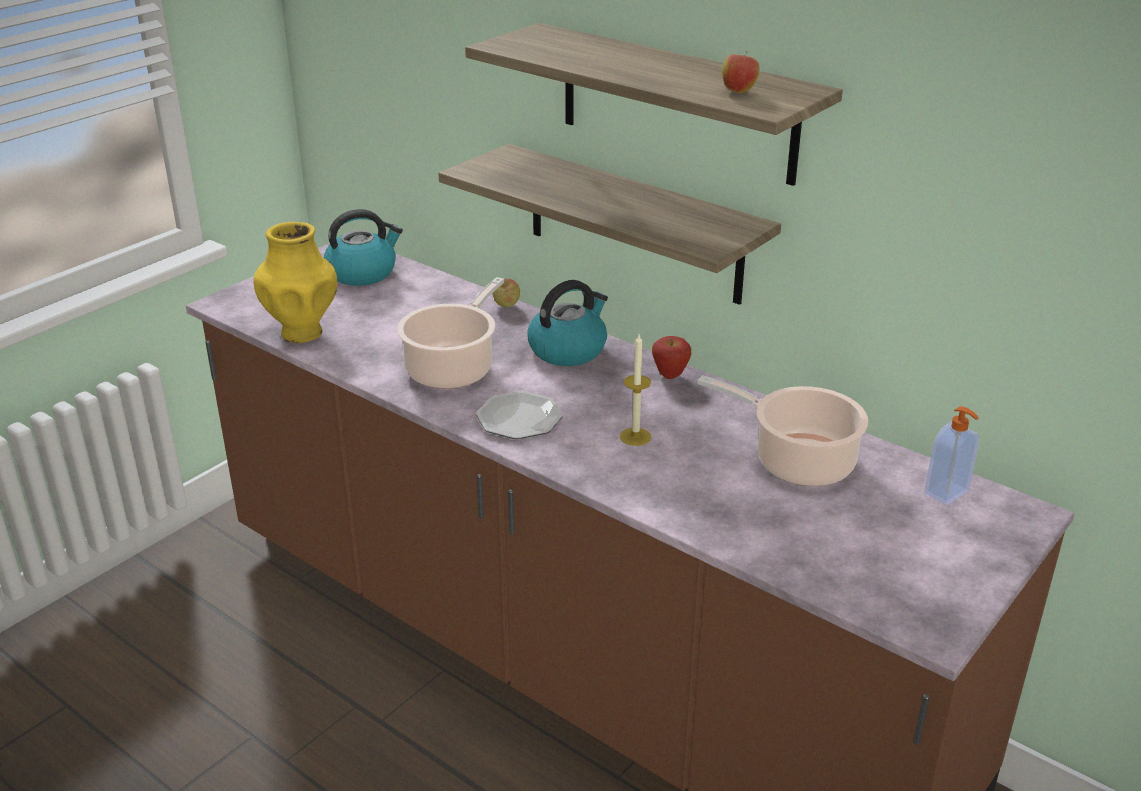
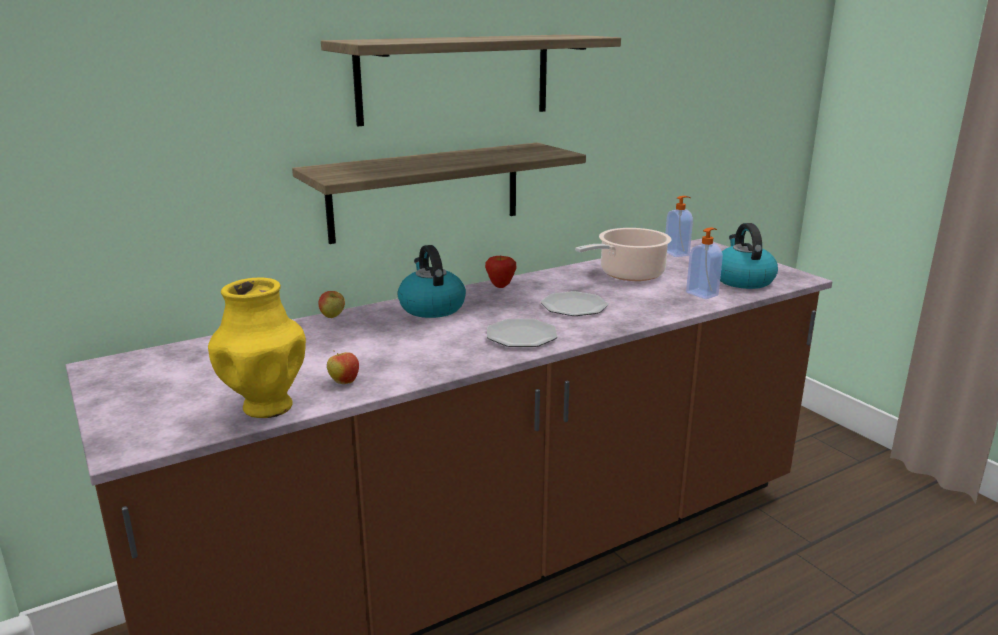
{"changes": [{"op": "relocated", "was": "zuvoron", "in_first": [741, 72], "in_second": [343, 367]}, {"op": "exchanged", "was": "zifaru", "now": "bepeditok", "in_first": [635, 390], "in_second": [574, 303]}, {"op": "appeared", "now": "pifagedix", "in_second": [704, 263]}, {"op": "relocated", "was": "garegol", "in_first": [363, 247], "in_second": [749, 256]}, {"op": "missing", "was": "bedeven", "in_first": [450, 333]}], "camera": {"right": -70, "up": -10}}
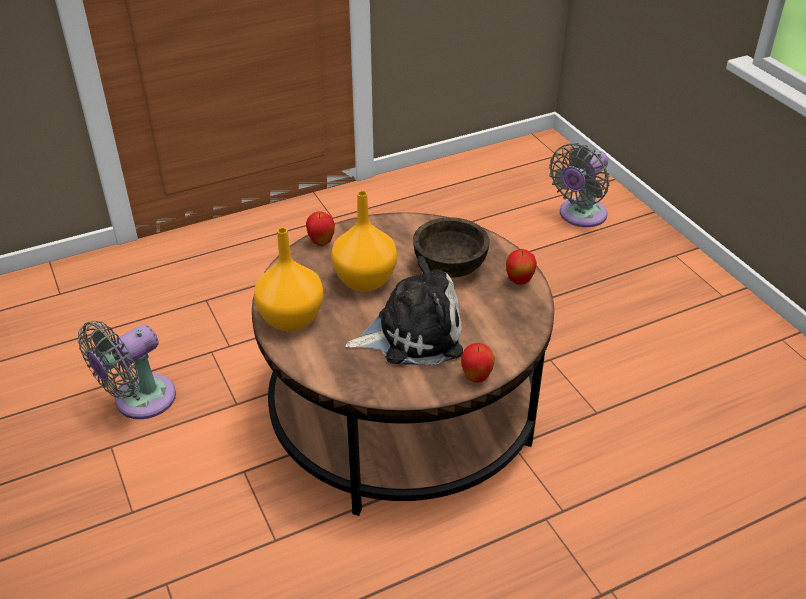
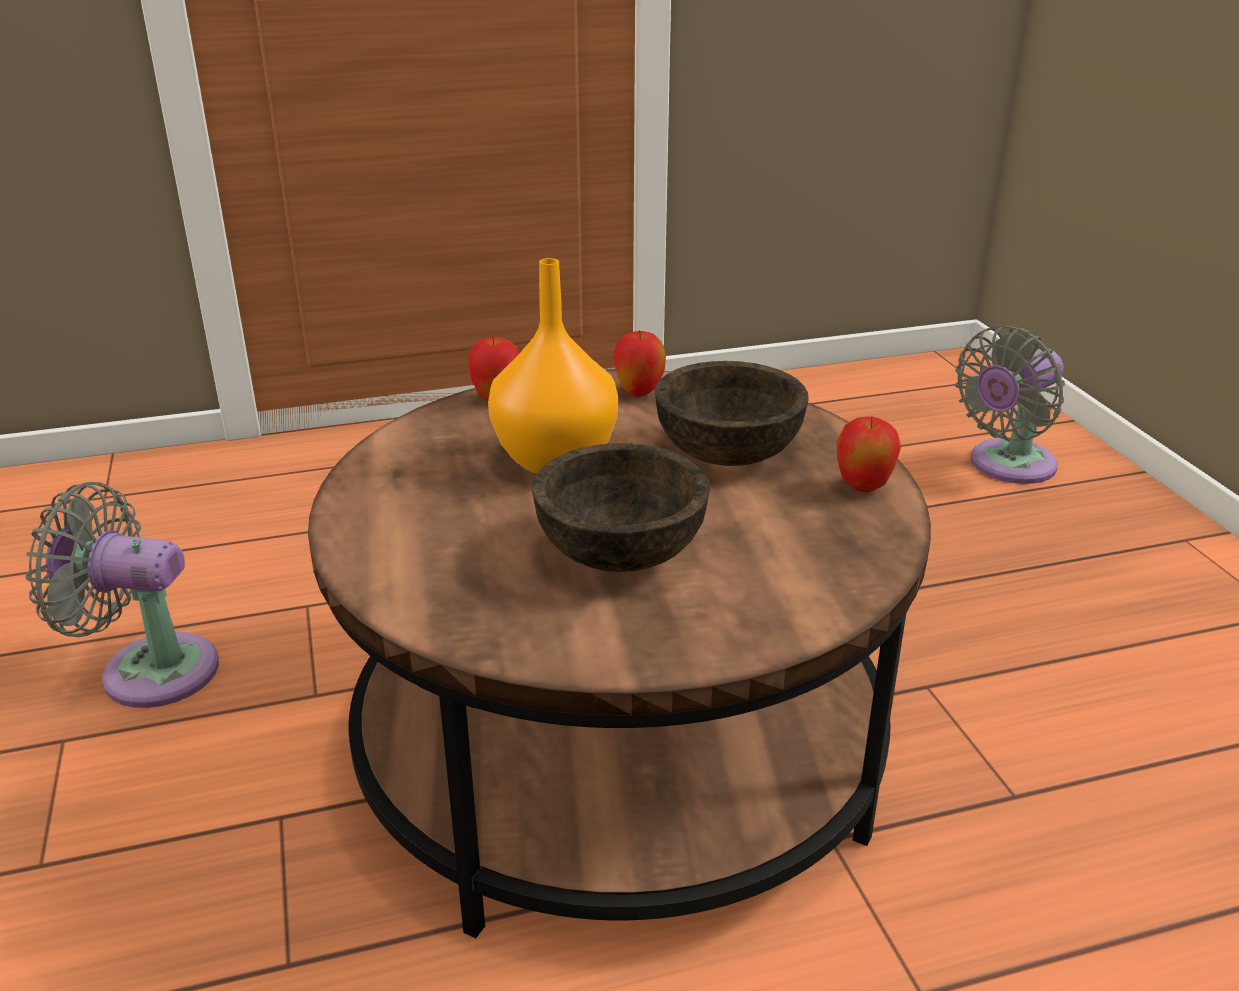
{"changes": [{"op": "spun", "was": "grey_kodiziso", "in_first": [127, 370], "in_second": [122, 595], "clockwise": 45}, {"op": "exchanged", "was": "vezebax", "now": "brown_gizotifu", "in_first": [404, 311], "in_second": [621, 507]}, {"op": "relocated", "was": "zuvoron", "in_first": [478, 363], "in_second": [640, 363]}, {"op": "missing", "was": "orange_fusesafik", "in_first": [289, 279]}], "camera": {"right": 10, "up": -10}}
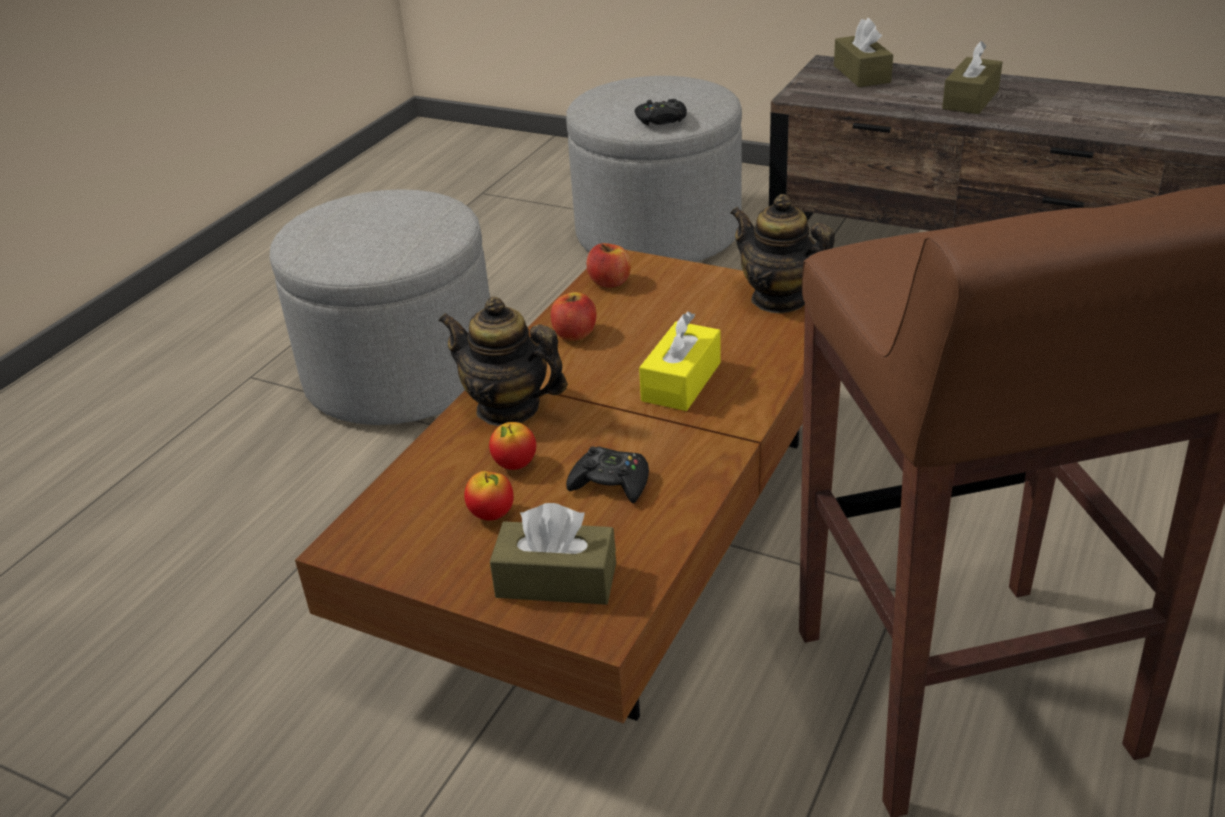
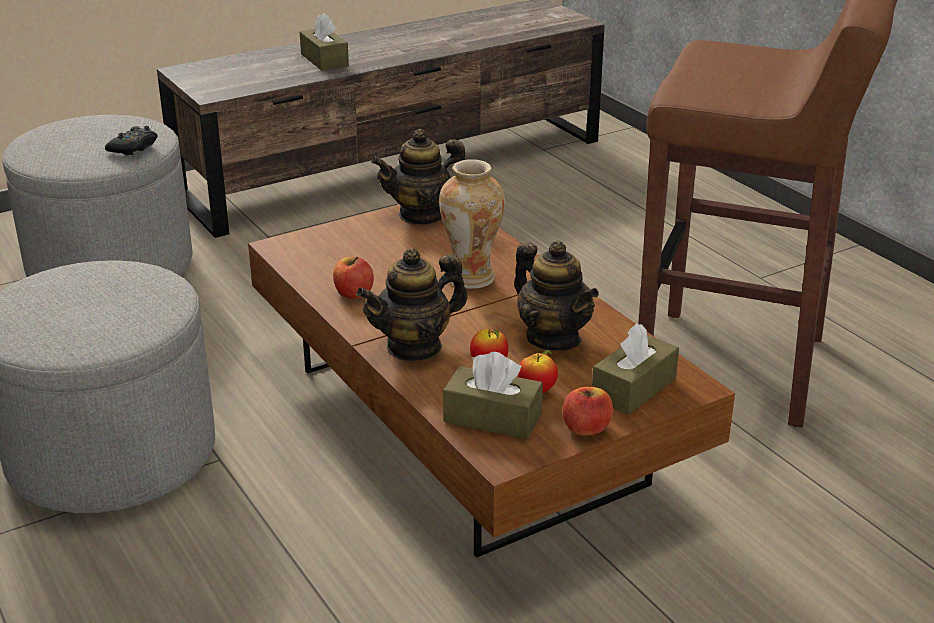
{"changes": [{"op": "exchanged", "was": "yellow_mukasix", "now": "fusesafik", "in_first": [680, 361], "in_second": [472, 224]}, {"op": "relocated", "was": "brown_mukasix", "in_first": [863, 52], "in_second": [493, 395]}, {"op": "exchanged", "was": "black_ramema", "now": "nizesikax", "in_first": [607, 474], "in_second": [556, 296]}, {"op": "relocated", "was": "zuvoron", "in_first": [609, 265], "in_second": [587, 411]}], "camera": {"right": -60, "up": -5}}
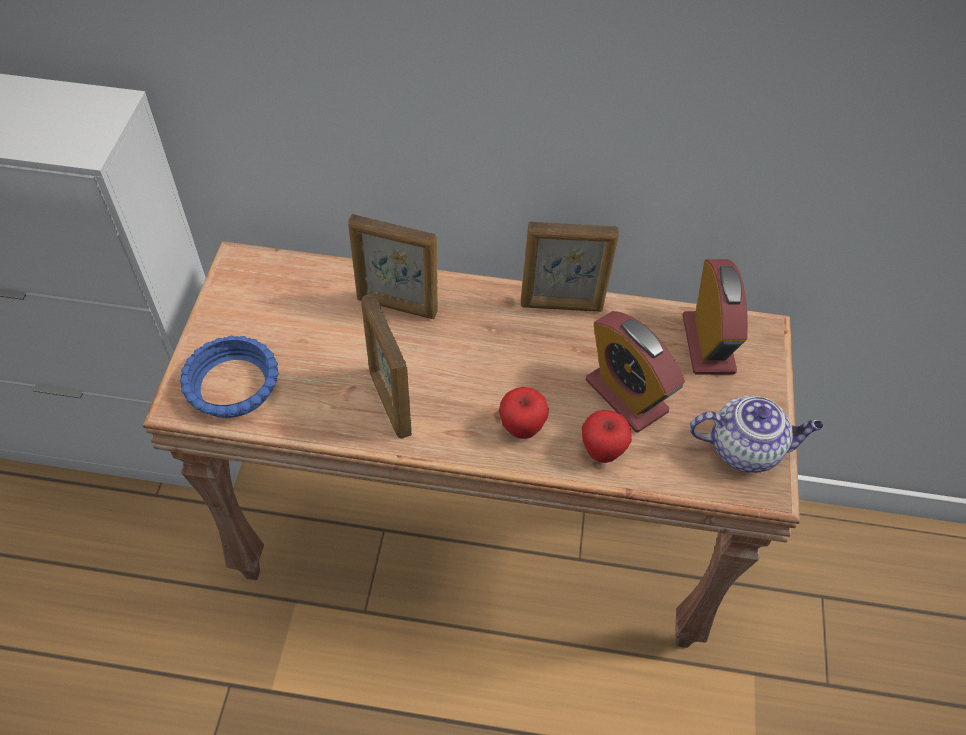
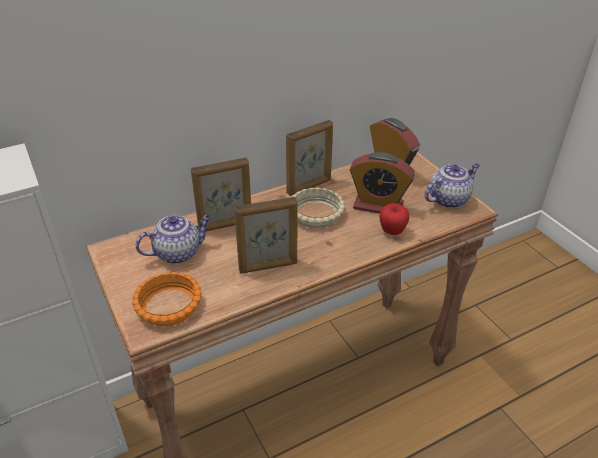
{"changes": [{"op": "colour", "was": "blue_gizotifu", "now": "orange_gizotifu", "in_first": [229, 377], "in_second": [167, 299]}, {"op": "appeared", "now": "nizesikax", "in_second": [173, 239]}, {"op": "spun", "was": "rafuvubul", "in_first": [386, 366], "in_second": [265, 235], "clockwise": -45}, {"op": "appeared", "now": "beige_gizotifu", "in_second": [318, 208]}, {"op": "missing", "was": "zuvoron", "in_first": [524, 413]}], "camera": {"right": -35, "up": -15}}
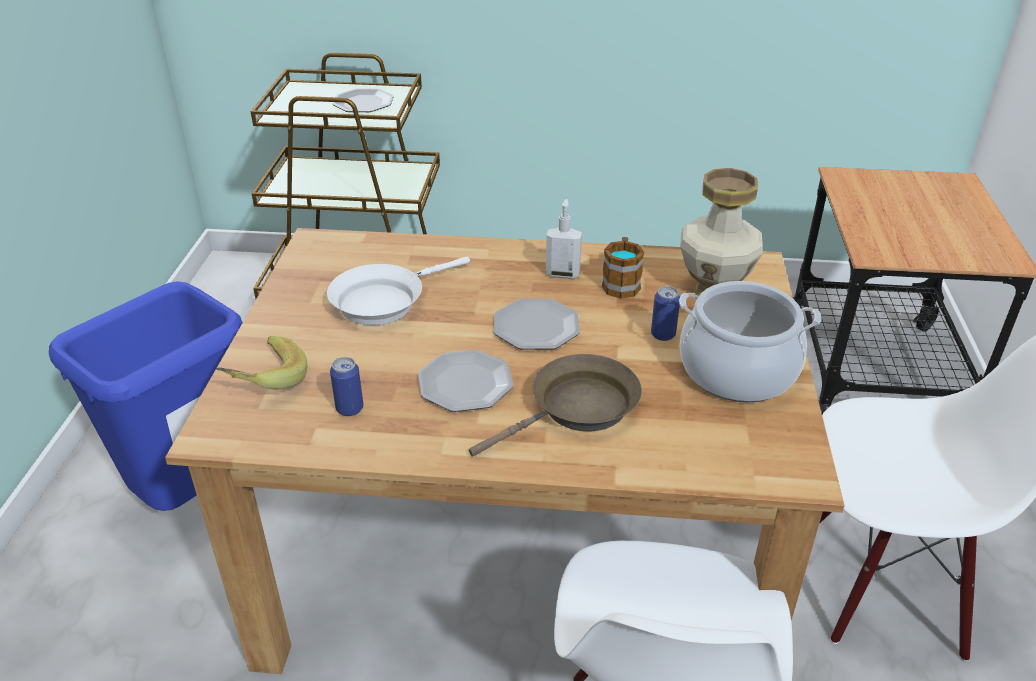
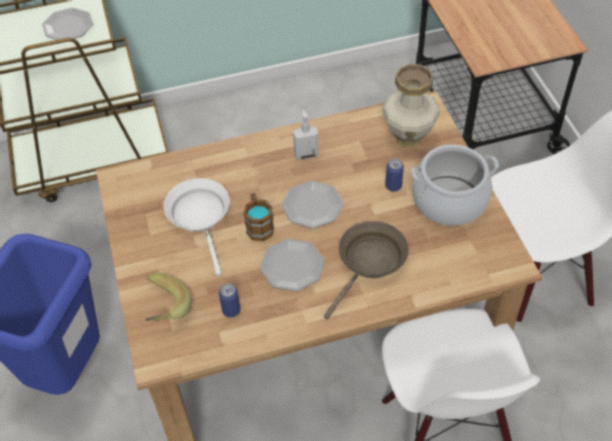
{"changes": [{"op": "spun", "was": "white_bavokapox", "in_first": [398, 291], "in_second": [197, 227], "clockwise": 135}, {"op": "relocated", "was": "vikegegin", "in_first": [623, 268], "in_second": [258, 217]}], "camera": {"right": -20, "up": 15}}
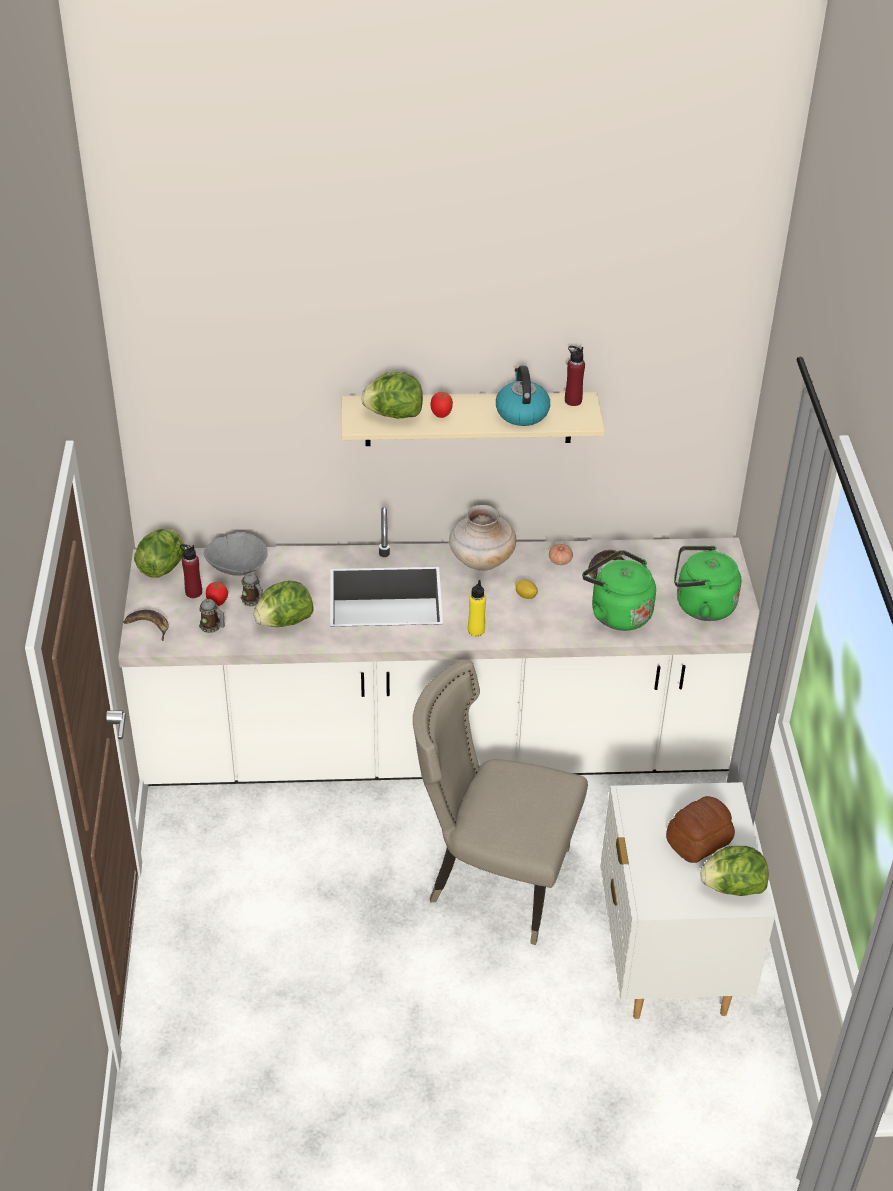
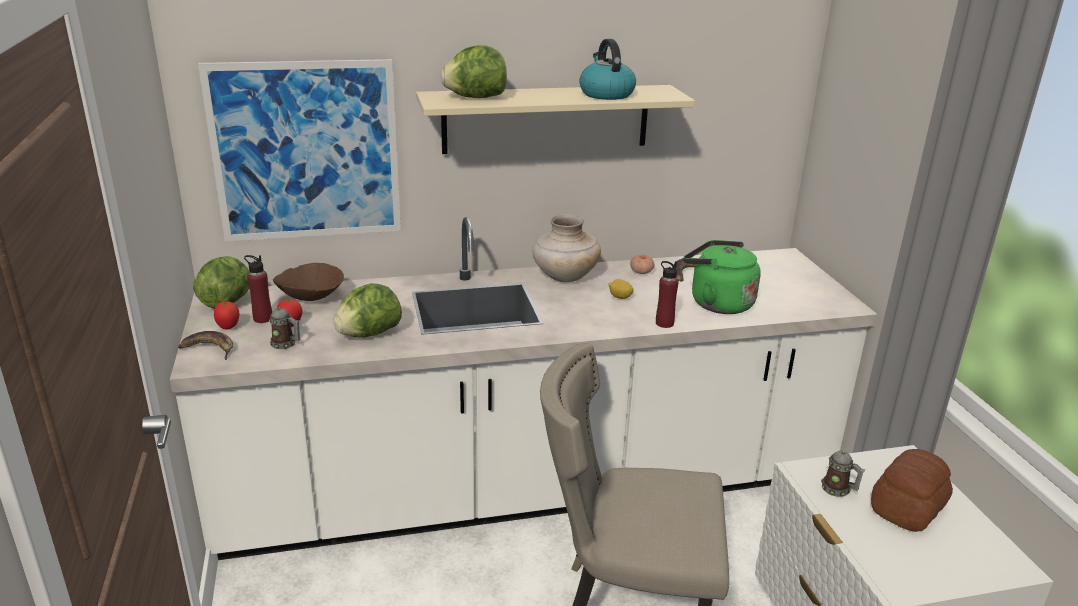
{"changes": [{"op": "appeared", "now": "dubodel", "in_second": [299, 150]}, {"op": "relocated", "was": "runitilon", "in_first": [441, 405], "in_second": [227, 315]}, {"op": "colour", "was": "grey_gizotifu", "now": "brown_gizotifu", "in_first": [236, 554], "in_second": [308, 282]}, {"op": "relocated", "was": "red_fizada", "in_first": [575, 376], "in_second": [667, 294]}, {"op": "relocated", "was": "vikegegin", "in_first": [252, 590], "in_second": [843, 474]}, {"op": "missing", "was": "yellow_fizada", "in_first": [477, 608]}, {"op": "missing", "was": "green_garegol", "in_first": [708, 583]}, {"op": "missing", "was": "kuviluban", "in_first": [734, 871]}], "camera": {"right": -10, "up": -15}}
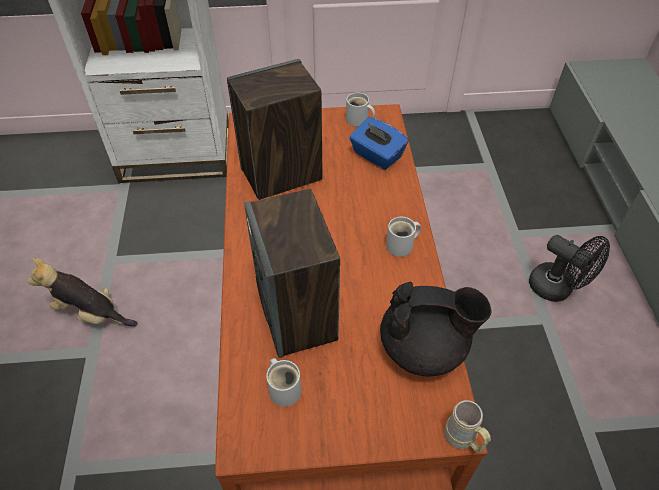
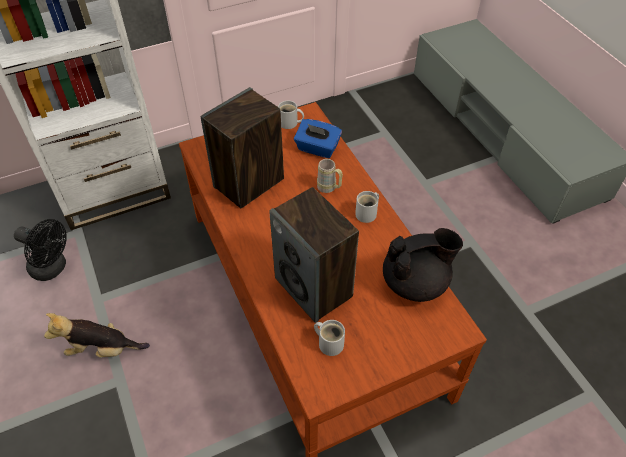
{"changes": [{"op": "relocated", "was": "black_kodiziso", "in_first": [569, 268], "in_second": [40, 250]}, {"op": "relocated", "was": "beige_vikegegin", "in_first": [467, 426], "in_second": [330, 176]}], "camera": {"right": -20, "up": 0}}
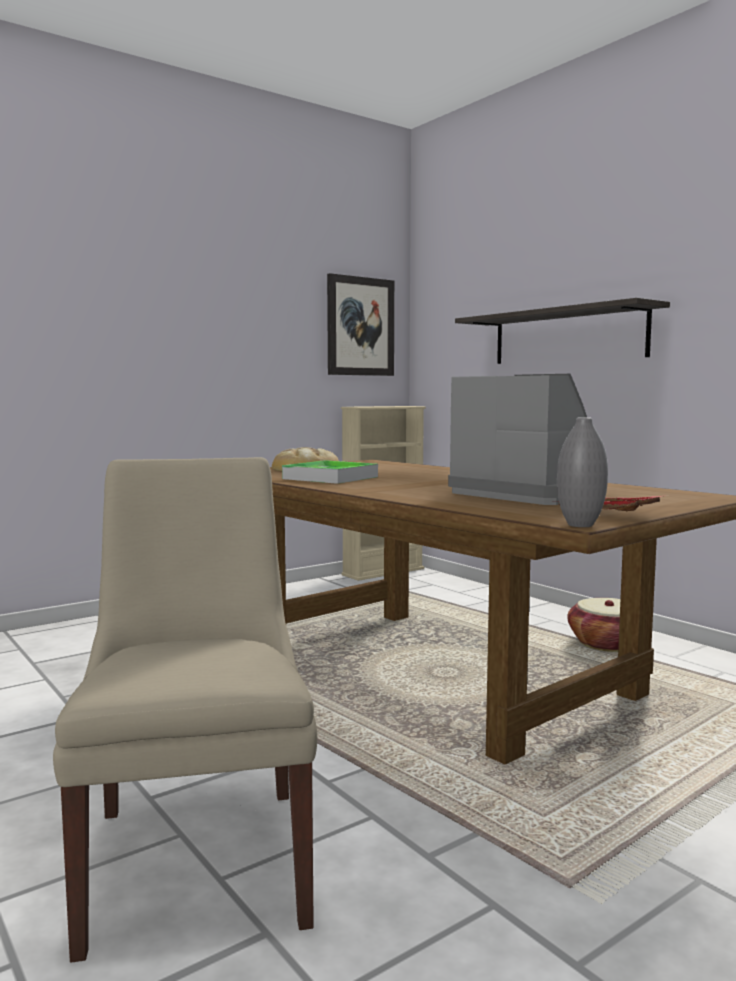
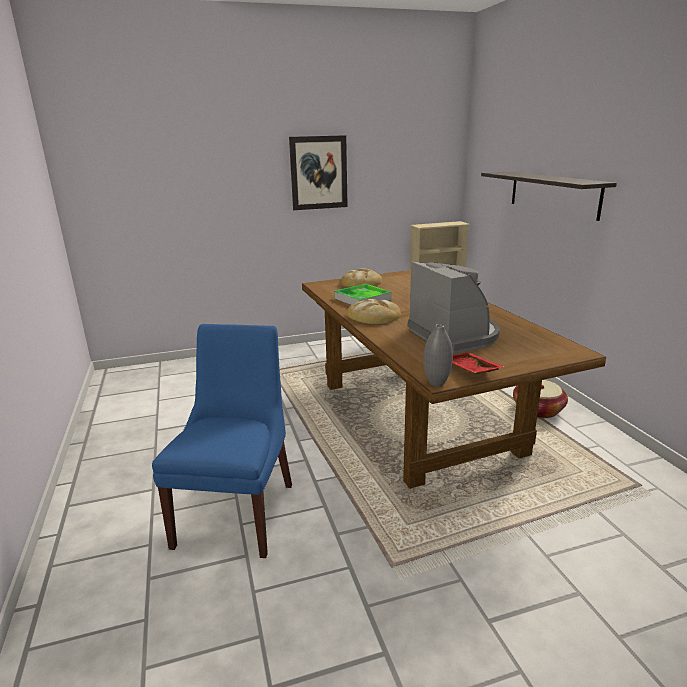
{"changes": [{"op": "colour", "was": "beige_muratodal", "now": "blue_muratodal", "in_first": [185, 710], "in_second": [222, 441]}, {"op": "relocated", "was": "dubodel", "in_first": [360, 324], "in_second": [318, 172]}, {"op": "appeared", "now": "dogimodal", "in_second": [374, 311]}], "camera": {"right": 20, "up": 15}}
